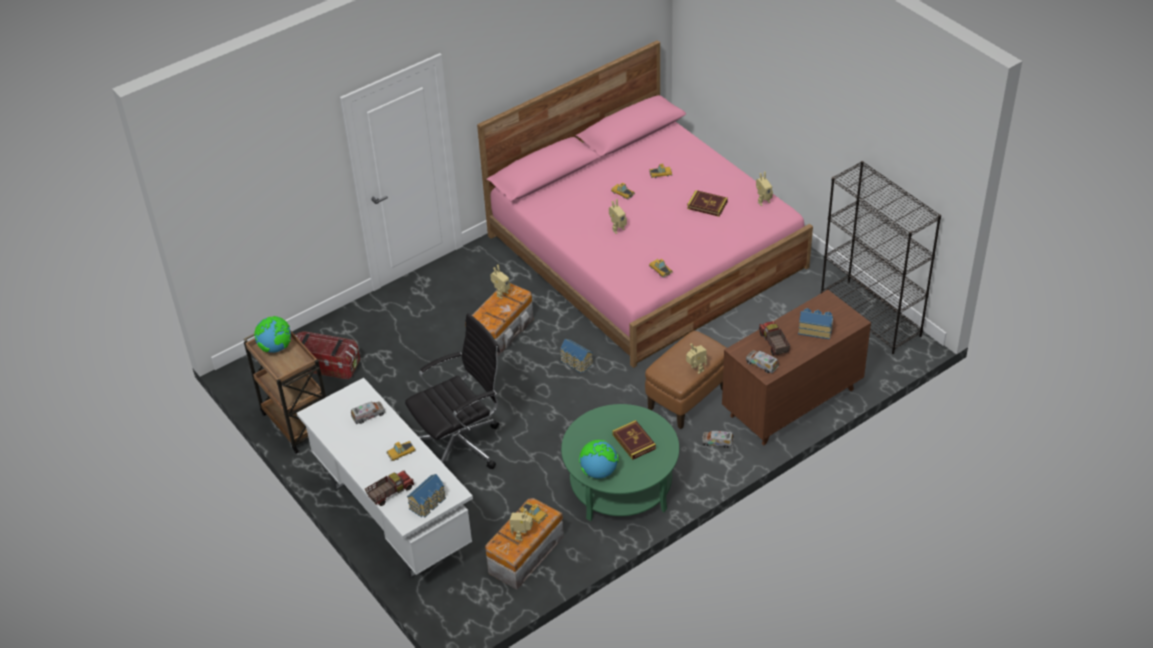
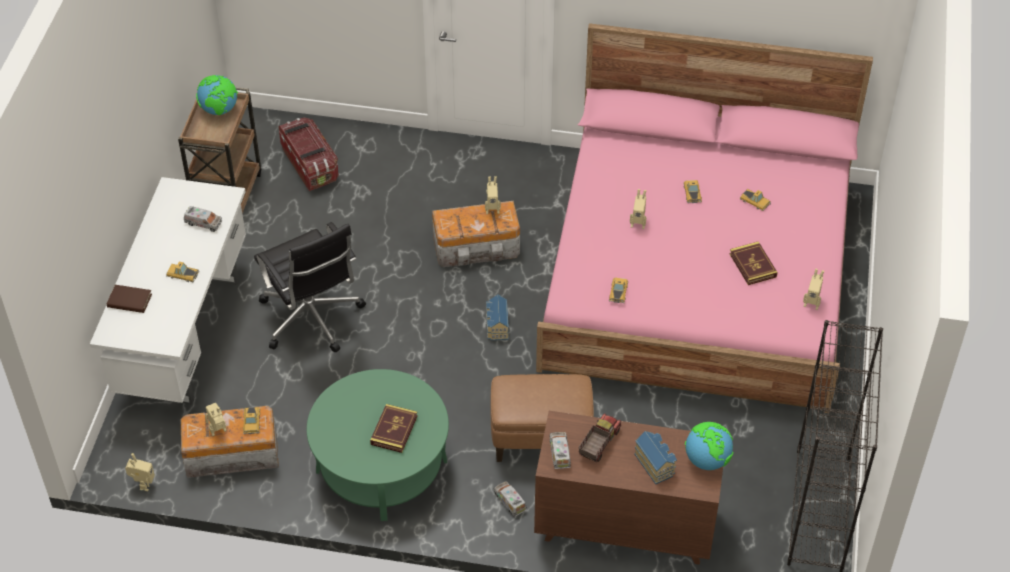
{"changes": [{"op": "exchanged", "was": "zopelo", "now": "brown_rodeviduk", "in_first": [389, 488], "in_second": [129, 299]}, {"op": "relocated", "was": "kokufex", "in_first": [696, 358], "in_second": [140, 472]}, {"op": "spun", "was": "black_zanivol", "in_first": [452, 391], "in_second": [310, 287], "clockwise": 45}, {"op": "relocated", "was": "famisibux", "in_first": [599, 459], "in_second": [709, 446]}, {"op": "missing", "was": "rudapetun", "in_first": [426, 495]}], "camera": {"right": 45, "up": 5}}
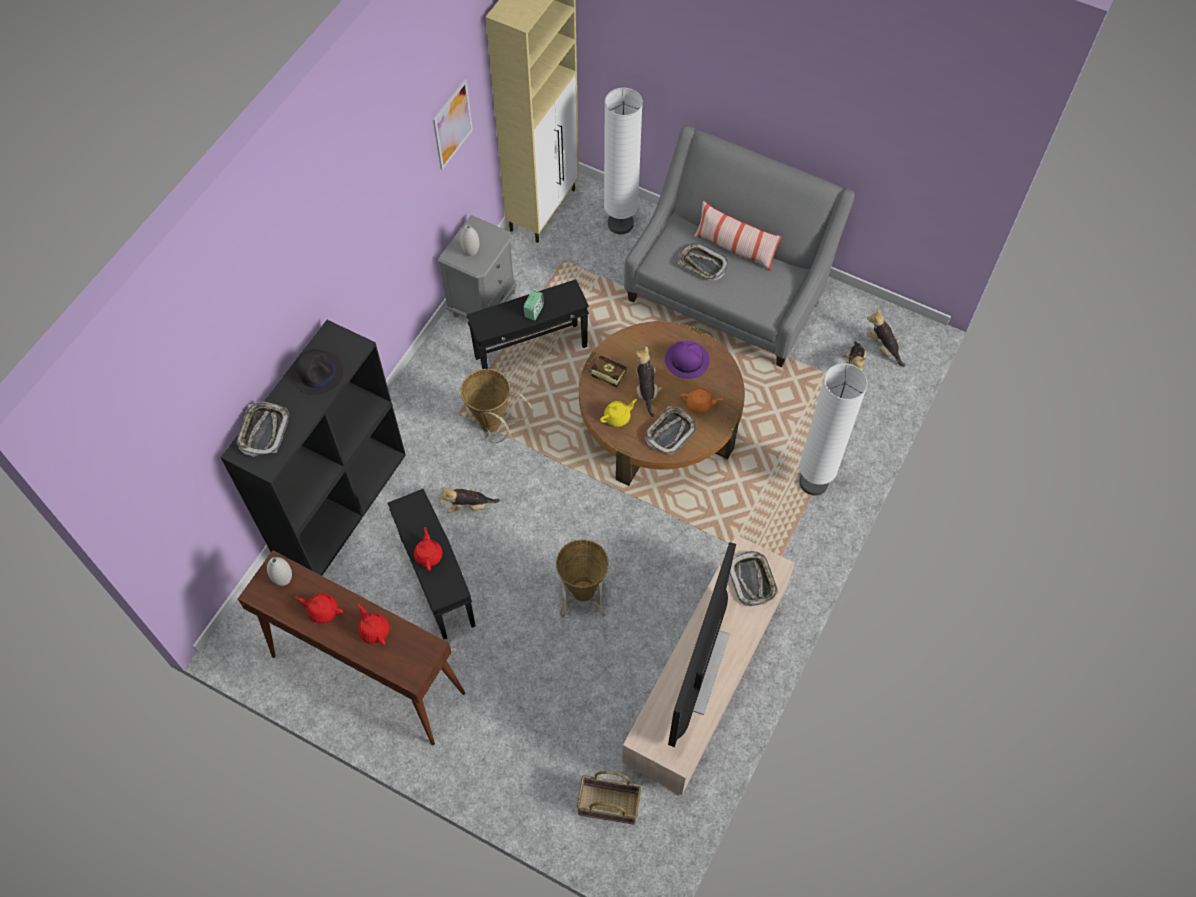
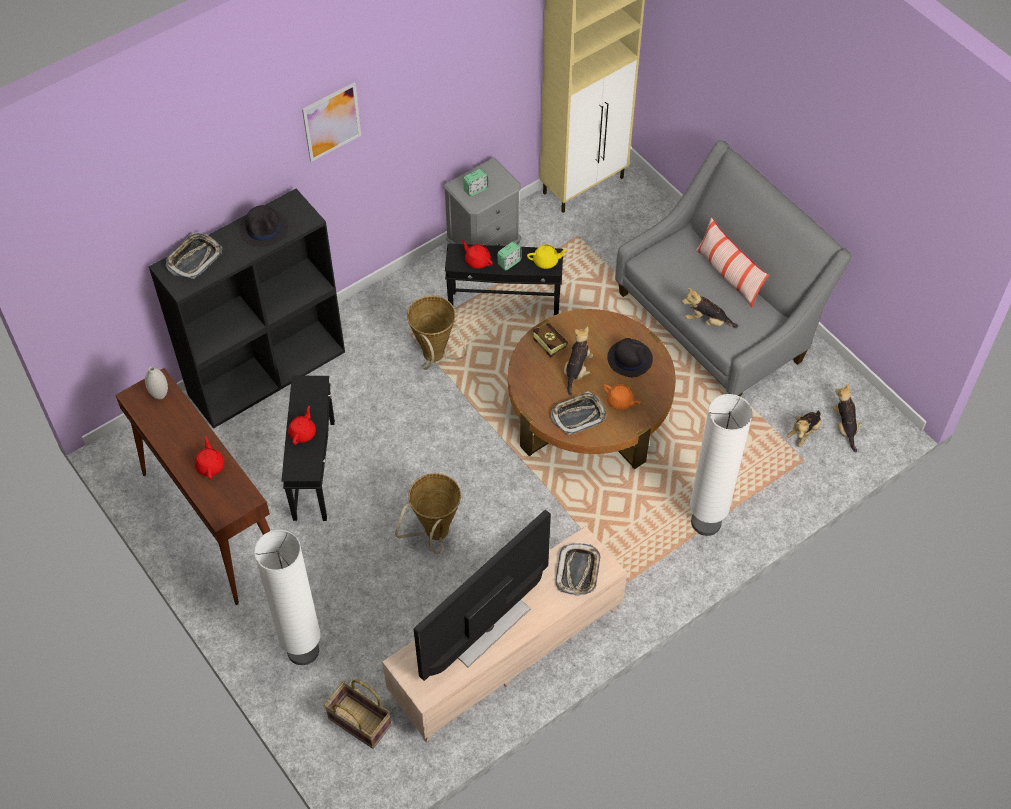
{"changes": [{"op": "relocated", "was": "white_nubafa", "in_first": [623, 160], "in_second": [287, 597]}, {"op": "relocated", "was": "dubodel", "in_first": [453, 124], "in_second": [331, 122]}, {"op": "relocated", "was": "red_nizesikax", "in_first": [319, 608], "in_second": [477, 254]}, {"op": "exchanged", "was": "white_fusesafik", "now": "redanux", "in_first": [469, 240], "in_second": [475, 182]}, {"op": "relocated", "was": "yellow_nizesikax", "in_first": [618, 413], "in_second": [547, 256]}, {"op": "colour", "was": "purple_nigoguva", "now": "black_nigoguva", "in_first": [687, 359], "in_second": [630, 357]}, {"op": "relocated", "was": "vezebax", "in_first": [469, 500], "in_second": [710, 308]}, {"op": "missing", "was": "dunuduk", "in_first": [703, 261]}], "camera": {"right": 25, "up": -5}}
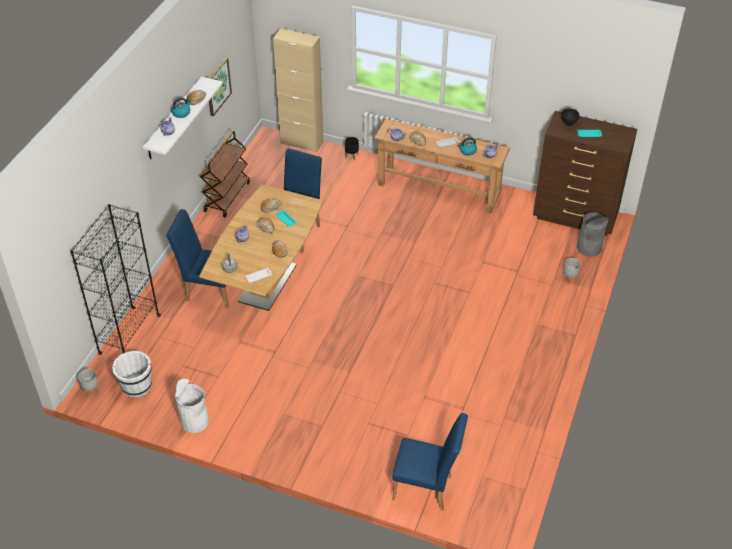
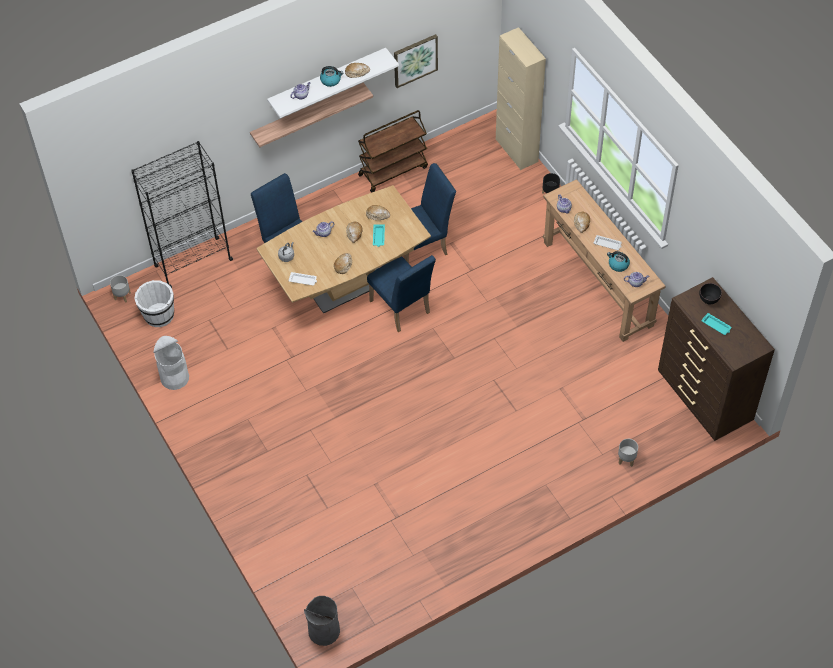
{"changes": [{"op": "appeared", "now": "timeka", "in_second": [311, 115]}, {"op": "relocated", "was": "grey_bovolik", "in_first": [592, 234], "in_second": [322, 621]}, {"op": "relocated", "was": "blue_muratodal", "in_first": [430, 462], "in_second": [401, 293]}], "camera": {"right": 40, "up": 10}}
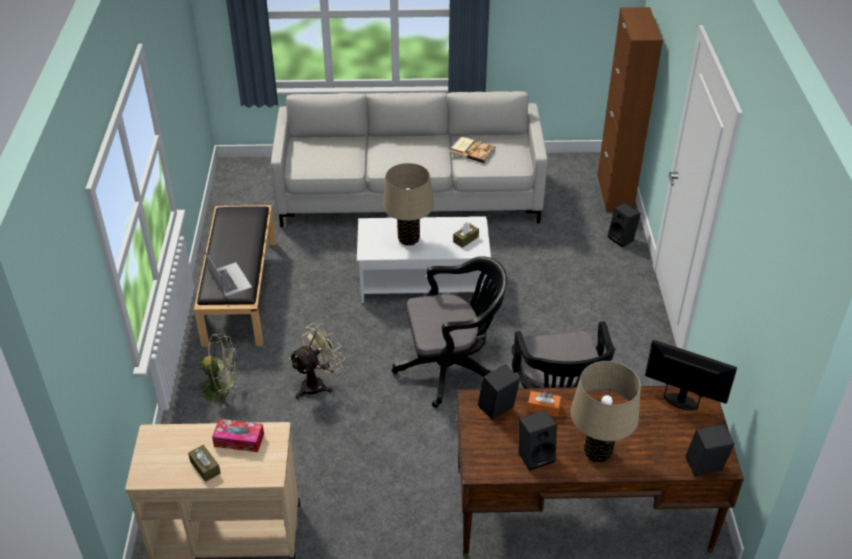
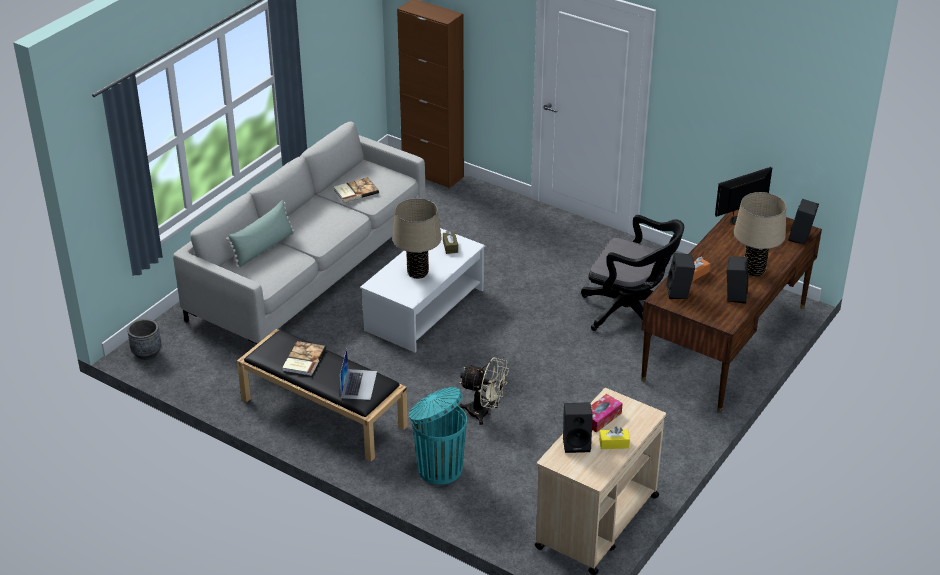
{"changes": [{"op": "appeared", "now": "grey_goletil", "in_second": [144, 339]}, {"op": "appeared", "now": "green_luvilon", "in_second": [260, 234]}, {"op": "appeared", "now": "rodeviduk", "in_second": [304, 358]}, {"op": "spun", "was": "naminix", "in_first": [228, 274], "in_second": [358, 374], "clockwise": 90}, {"op": "exchanged", "was": "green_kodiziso", "now": "turquoise_bovolik", "in_first": [217, 371], "in_second": [438, 436]}, {"op": "spun", "was": "beige_kodiziso", "in_first": [317, 361], "in_second": [484, 391], "clockwise": 120}, {"op": "relocated", "was": "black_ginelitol", "in_first": [624, 225], "in_second": [578, 427]}, {"op": "colour", "was": "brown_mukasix", "now": "yellow_mukasix", "in_first": [204, 463], "in_second": [614, 437]}, {"op": "missing", "was": "black_zanivol", "in_first": [449, 332]}], "camera": {"right": -55, "up": -5}}
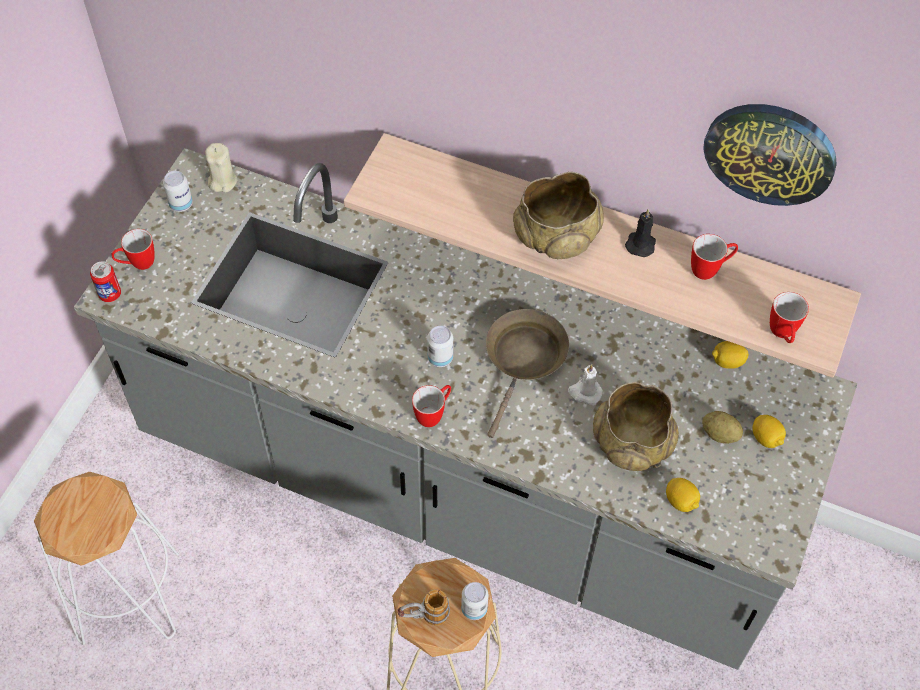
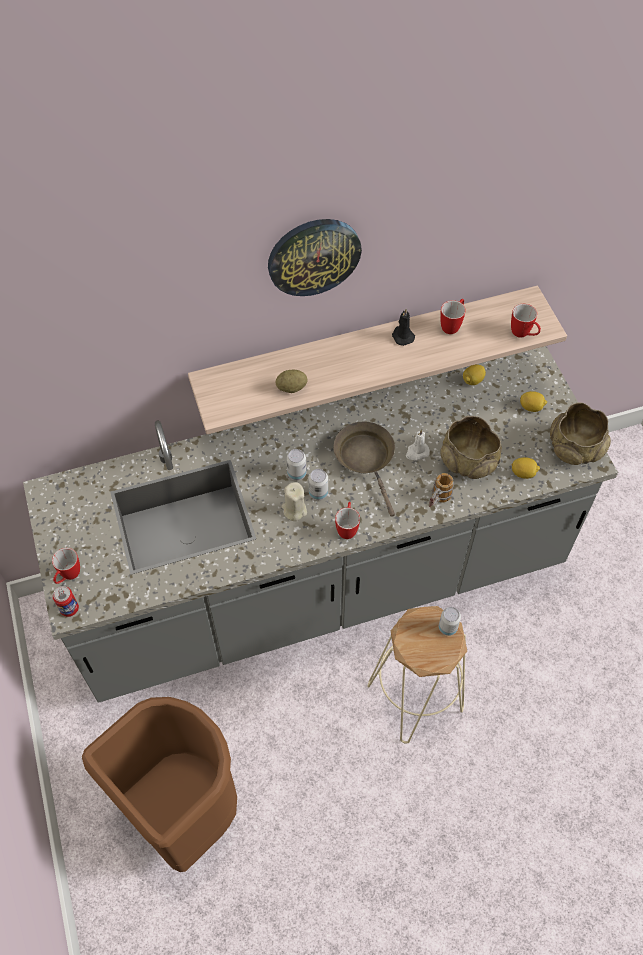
{"changes": [{"op": "exchanged", "was": "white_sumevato", "now": "brown_bovolik", "in_first": [106, 558], "in_second": [159, 784]}, {"op": "relocated", "was": "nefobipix", "in_first": [770, 155], "in_second": [315, 257]}, {"op": "relocated", "was": "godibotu", "in_first": [722, 427], "in_second": [291, 381]}, {"op": "relocated", "was": "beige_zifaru", "in_first": [221, 168], "in_second": [294, 501]}, {"op": "relocated", "was": "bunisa", "in_first": [178, 191], "in_second": [296, 464]}, {"op": "relocated", "was": "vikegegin", "in_first": [423, 607], "in_second": [441, 490]}, {"op": "relocated", "was": "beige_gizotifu", "in_first": [558, 215], "in_second": [580, 433]}], "camera": {"right": -40, "up": 0}}
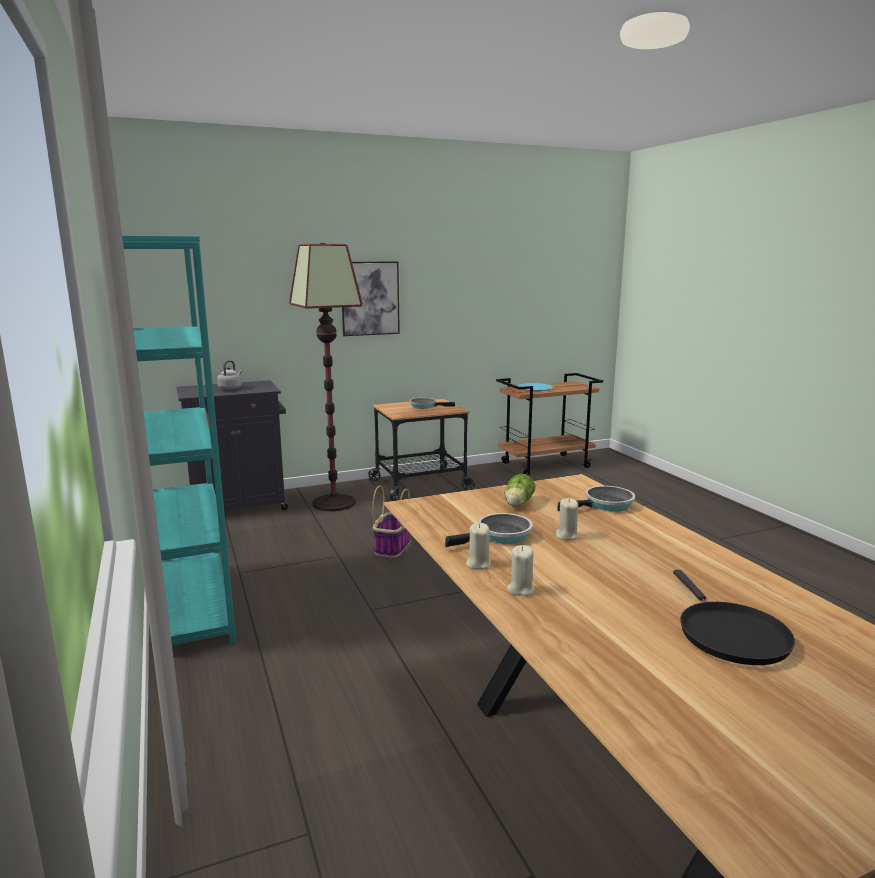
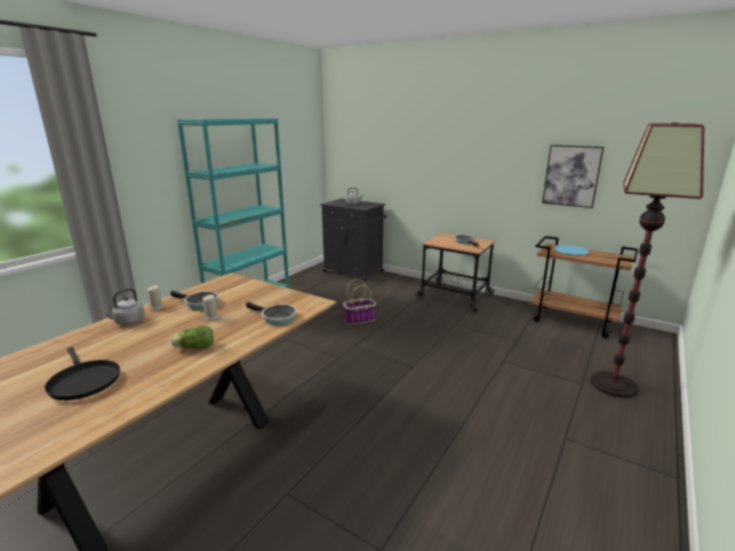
{"changes": [{"op": "spun", "was": "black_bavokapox", "in_first": [734, 617], "in_second": [82, 373], "clockwise": -90}, {"op": "exchanged", "was": "beige_zifaru", "now": "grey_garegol", "in_first": [521, 570], "in_second": [123, 306]}, {"op": "relocated", "was": "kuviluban", "in_first": [520, 490], "in_second": [192, 337]}, {"op": "relocated", "was": "dubodel", "in_first": [371, 298], "in_second": [573, 176]}, {"op": "relocated", "was": "nubafa", "in_first": [326, 377], "in_second": [647, 260]}], "camera": {"right": 55, "up": 5}}
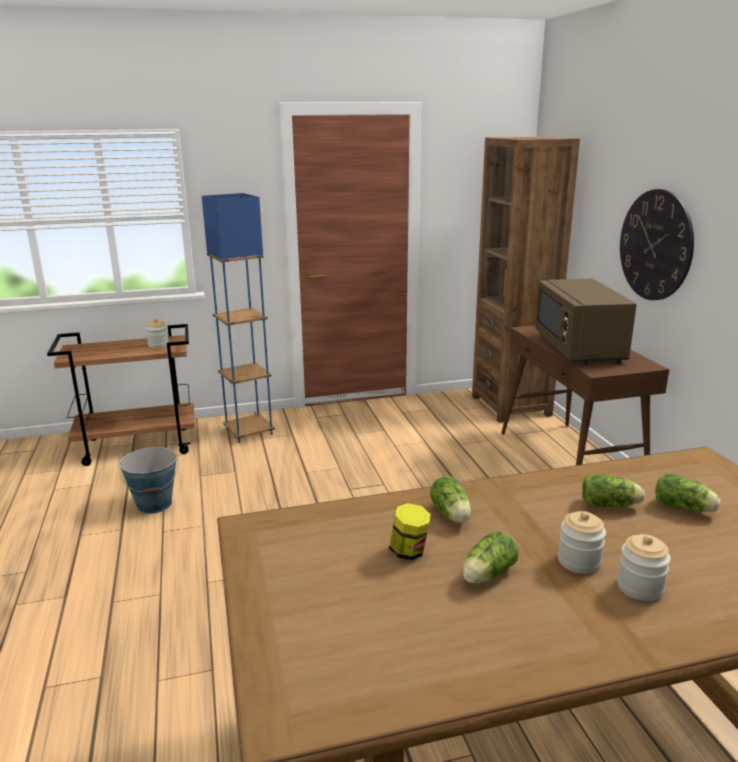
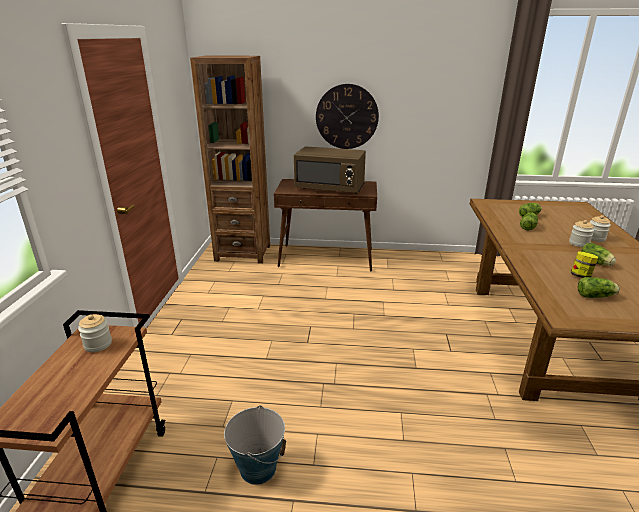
{"changes": [{"op": "relocated", "was": "kuviluban", "in_first": [450, 499], "in_second": [599, 287]}, {"op": "missing", "was": "blue_nubafa", "in_first": [238, 318]}], "camera": {"right": -70, "up": 5}}
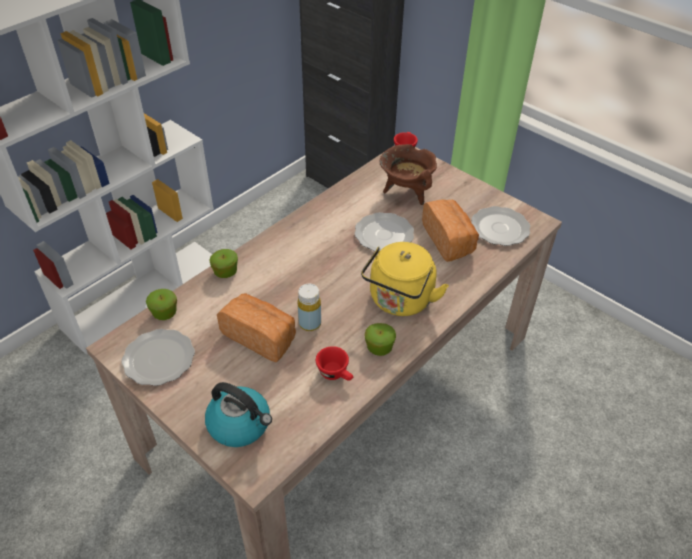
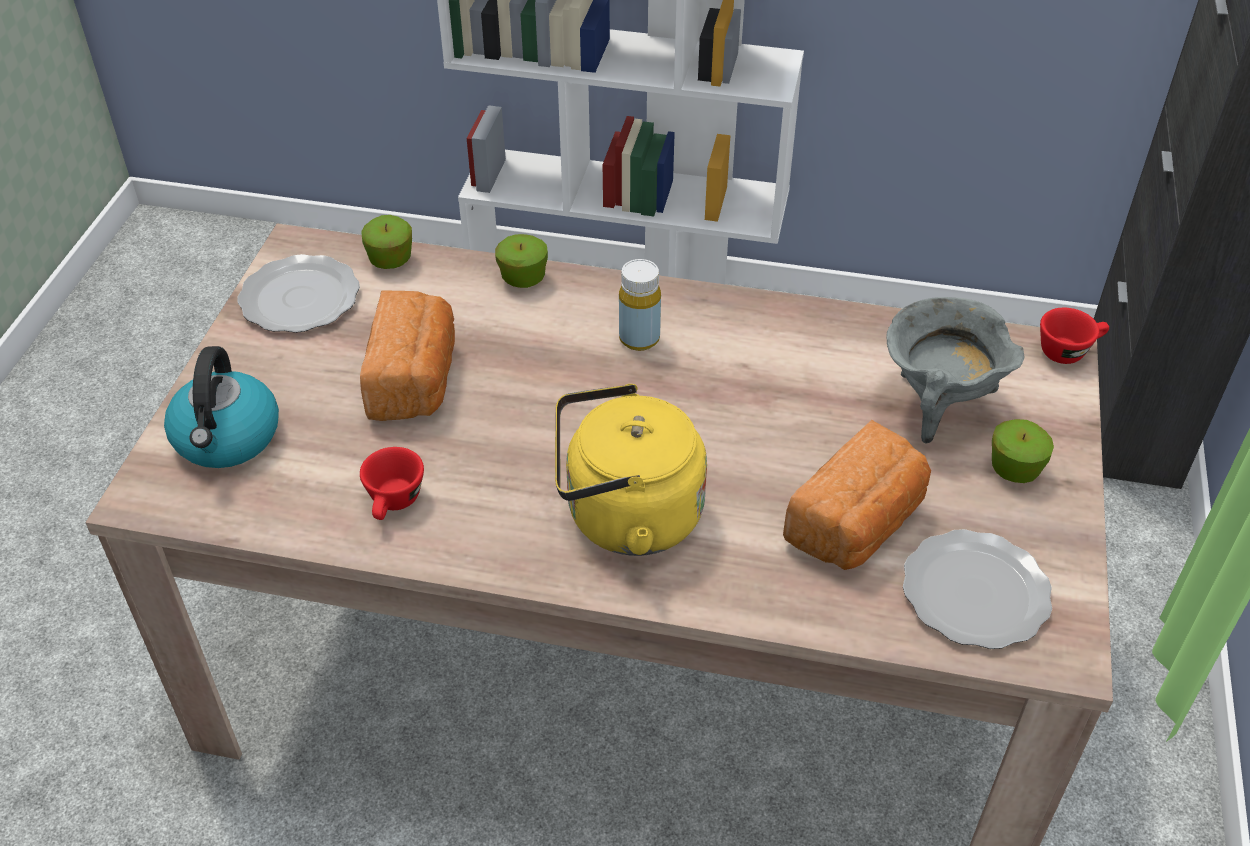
{"changes": [{"op": "relocated", "was": "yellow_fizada", "in_first": [309, 307], "in_second": [640, 305]}, {"op": "colour", "was": "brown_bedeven", "now": "grey_bedeven", "in_first": [408, 174], "in_second": [955, 370]}, {"op": "relocated", "was": "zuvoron", "in_first": [380, 339], "in_second": [1023, 451]}, {"op": "missing", "was": "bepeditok", "in_first": [384, 231]}], "camera": {"right": 60, "up": 0}}
